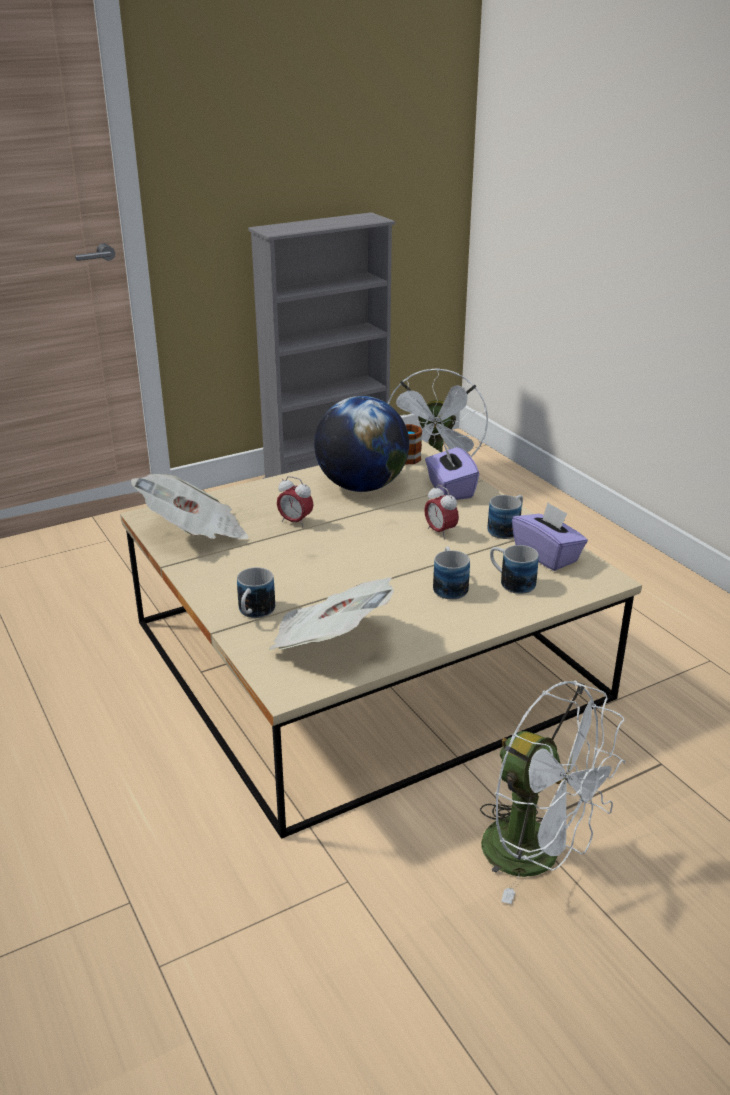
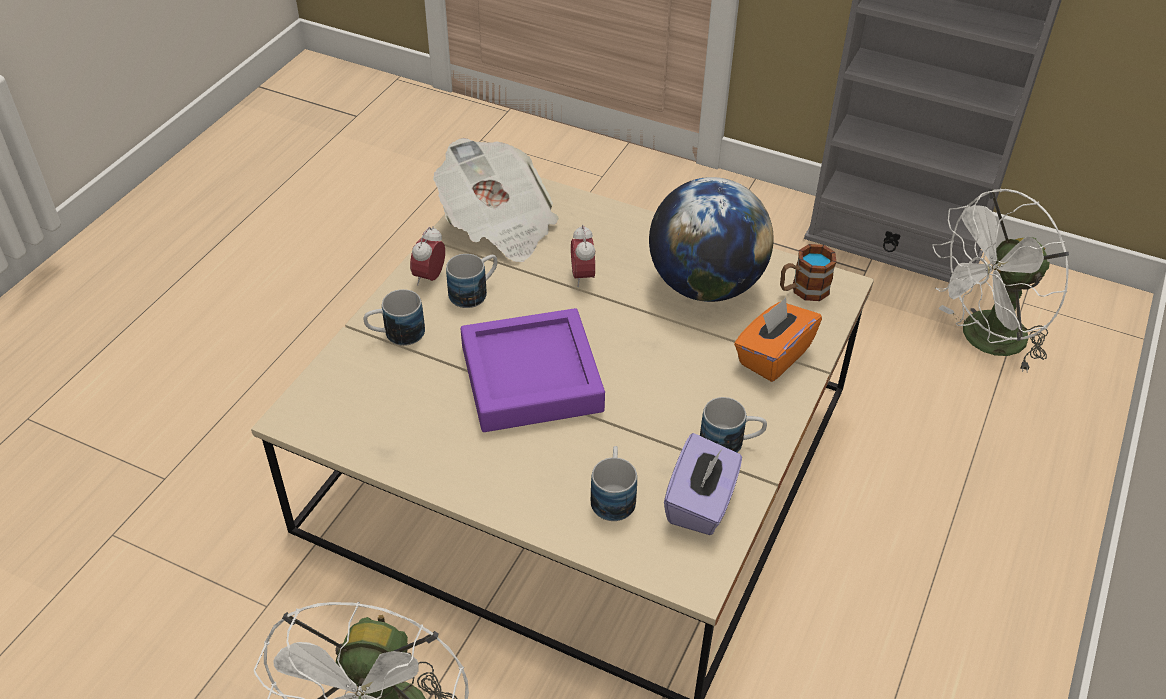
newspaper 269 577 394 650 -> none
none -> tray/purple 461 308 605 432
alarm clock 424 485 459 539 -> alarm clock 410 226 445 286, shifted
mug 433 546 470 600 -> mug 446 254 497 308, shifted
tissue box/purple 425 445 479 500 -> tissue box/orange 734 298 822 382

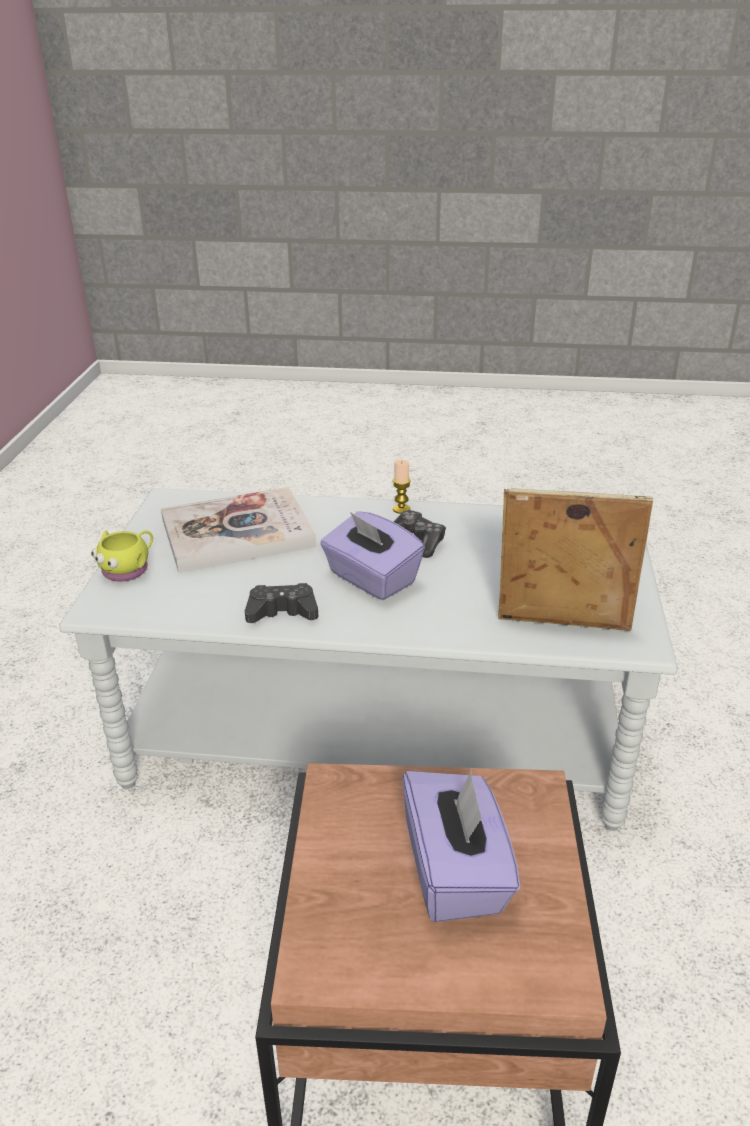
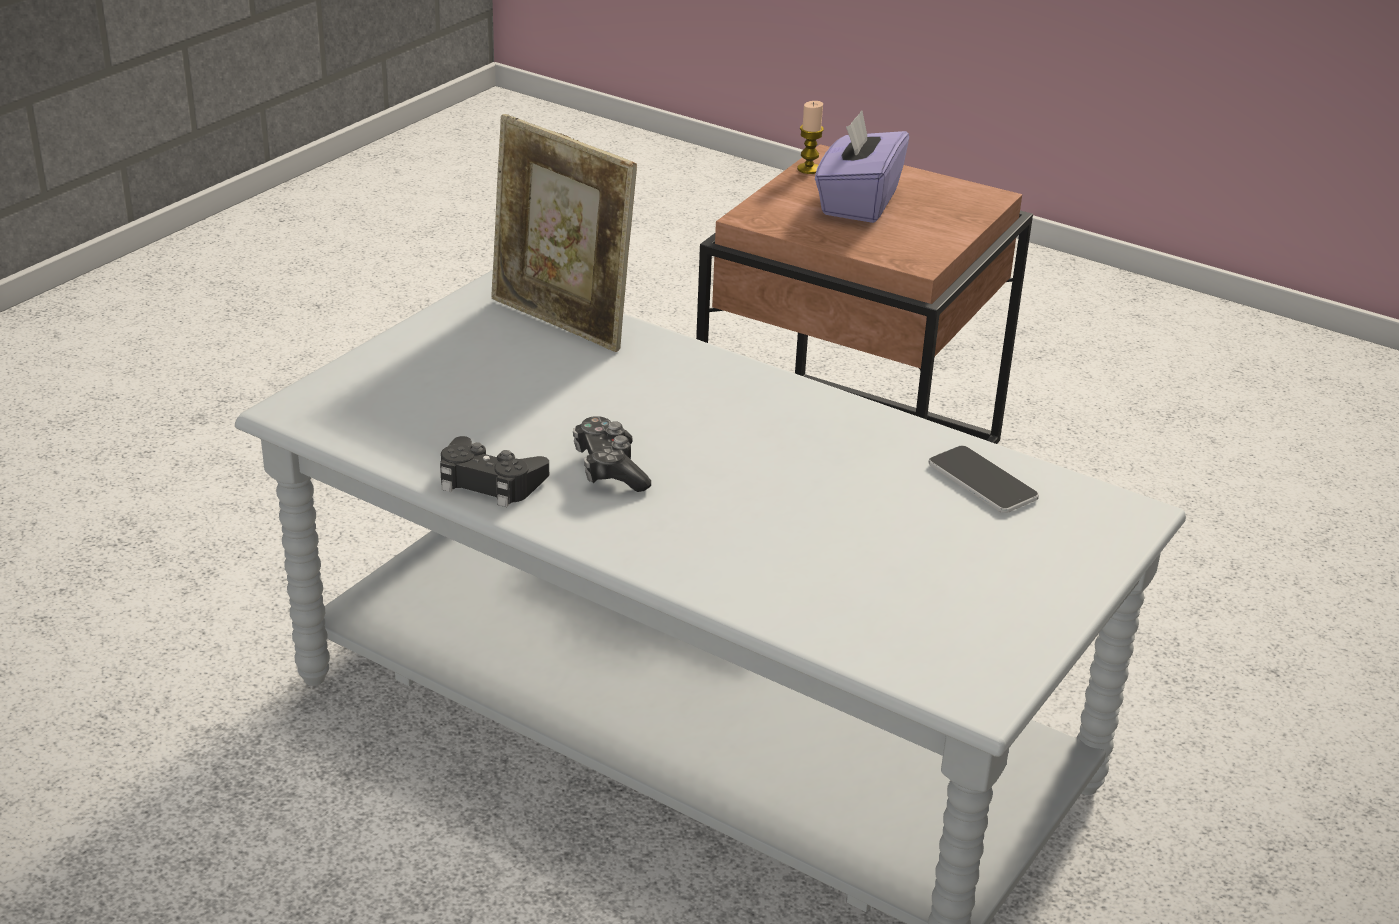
mug/yellow 91 530 153 582 -> none
book 161 487 316 573 -> none
tissue box/purple 320 511 425 600 -> none
none -> phone 929 446 1039 513
game controller/black 245 583 318 623 -> game controller/black 440 436 549 507, shifted
candle 393 460 411 514 -> candle 797 101 824 174, shifted

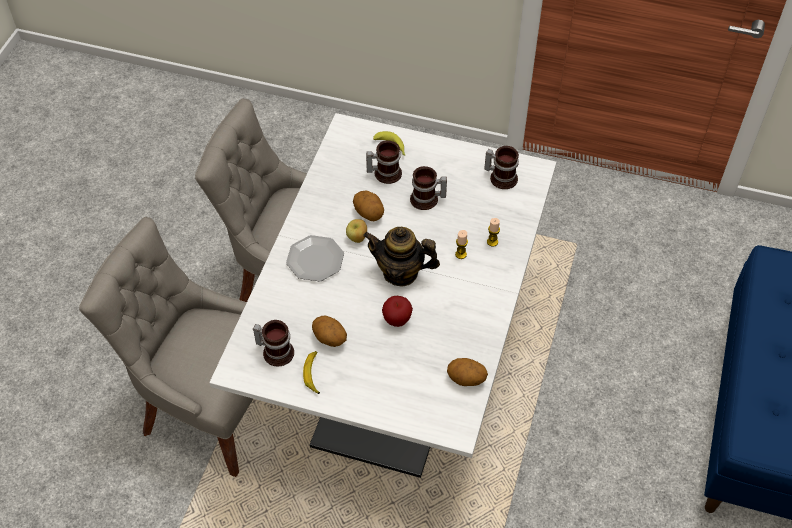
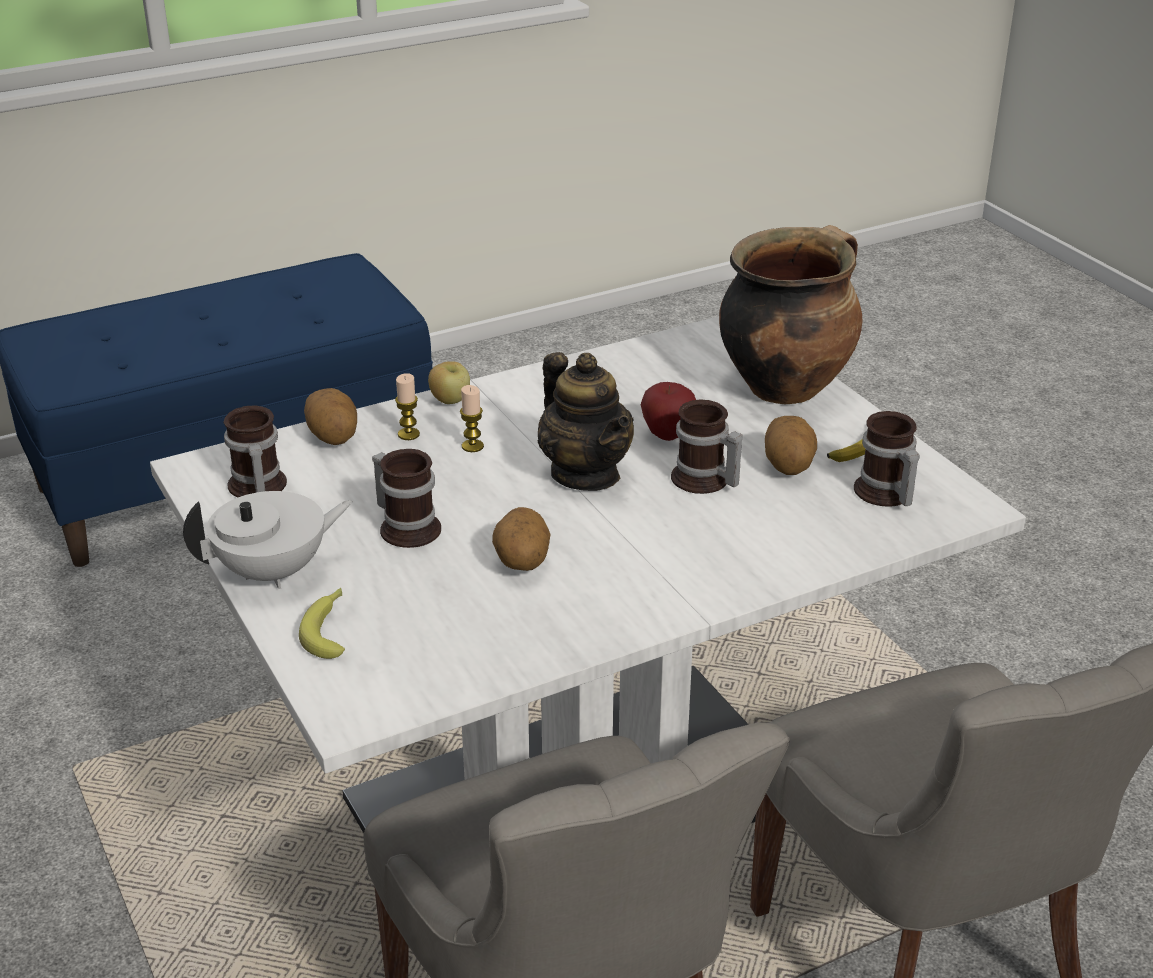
plate 286 235 344 281 -> none
none -> teapot/white 183 491 353 589
none -> cooking pot 719 225 862 404
apple 346 219 367 243 -> apple 428 361 470 404, shifted
mug 366 140 402 184 -> mug 671 400 743 494, shifted
potato 447 358 488 386 -> potato 304 388 357 445, shifted

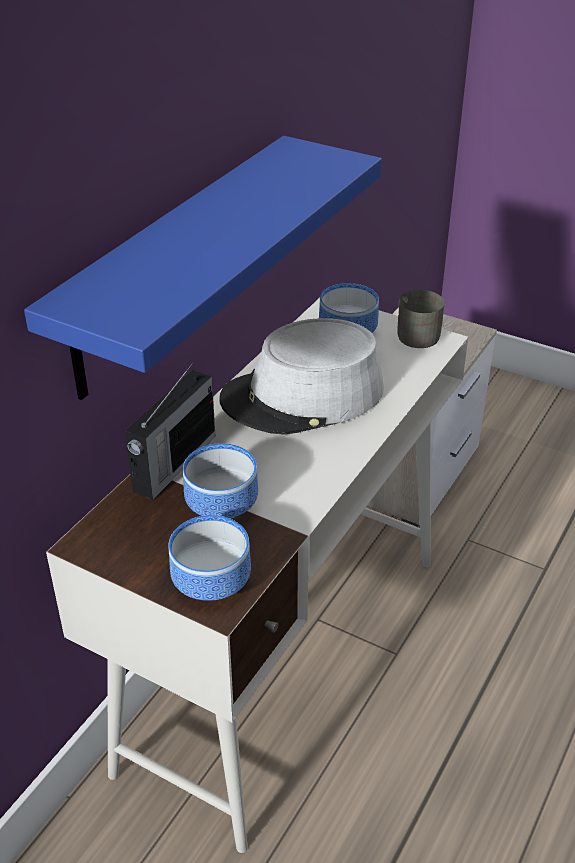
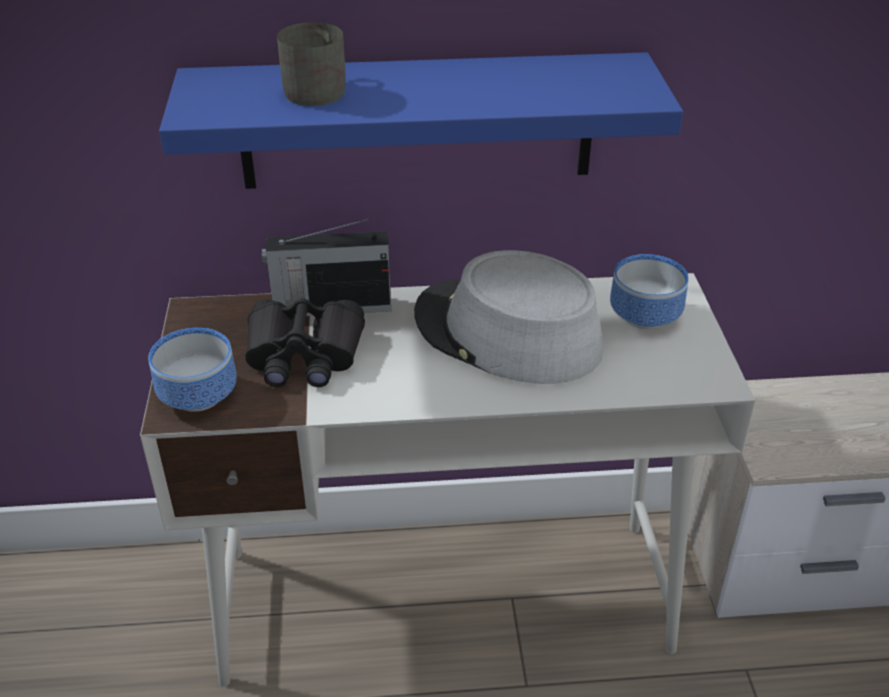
mug/grey 397 290 445 348 -> mug/grey 277 22 346 106, shifted
bowl 183 443 258 519 -> binoculars/black 245 298 365 387

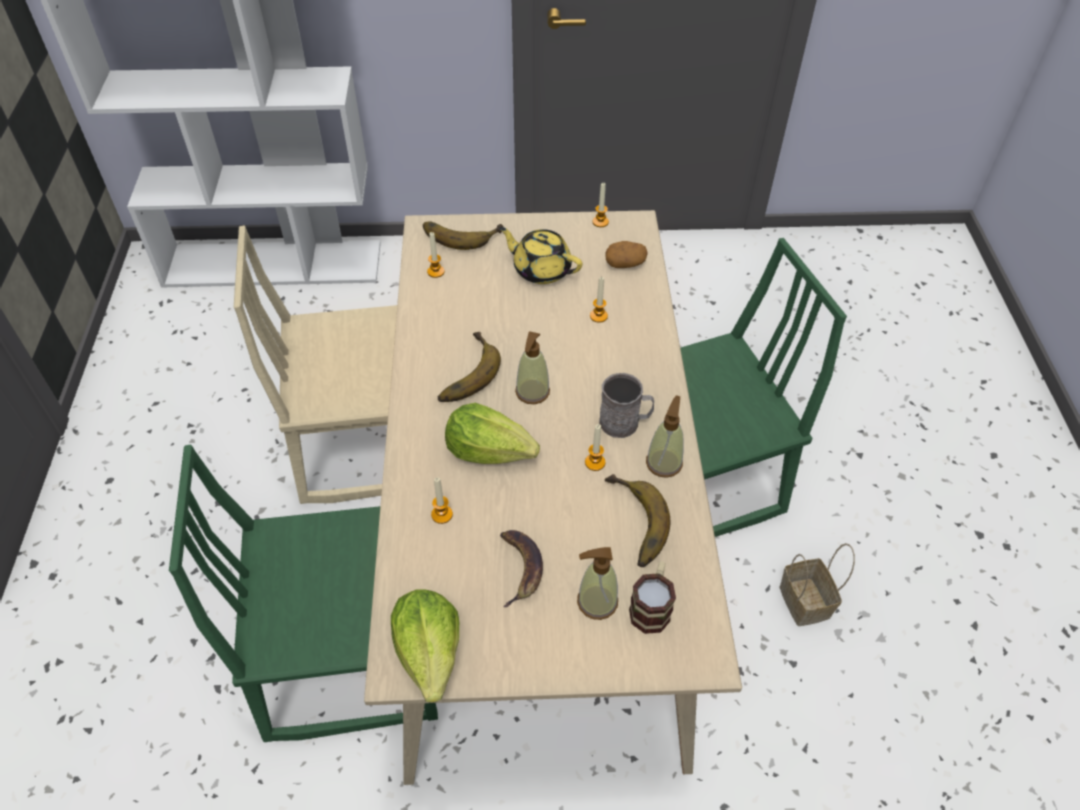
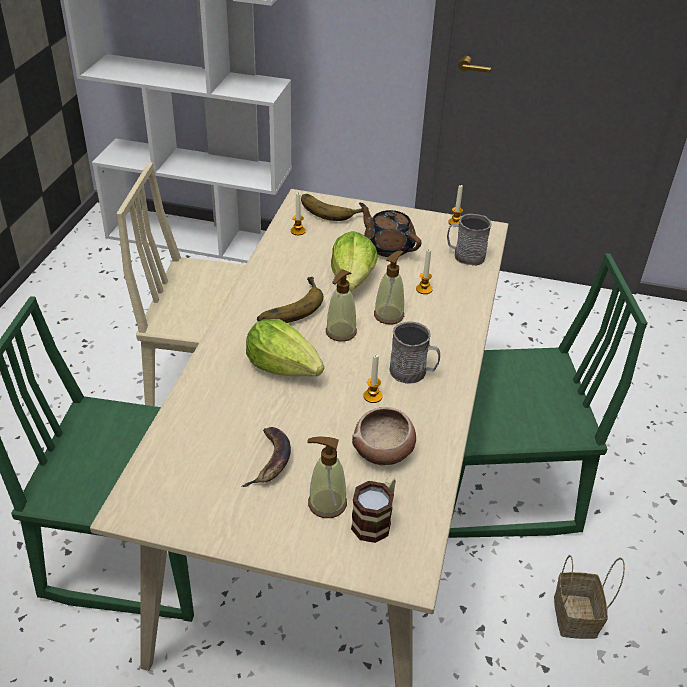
candle 431 477 453 524 -> none
lettuce 391 589 459 702 -> lettuce 331 231 378 291, shifted
soap dispenser 646 395 684 478 -> soap dispenser 374 250 404 324, shifted
potato 605 241 648 268 -> mug/grey 447 214 492 266
banana 605 474 670 567 -> bowl 352 407 416 465
teapot/yellow 499 227 582 284 -> teapot/brown 359 203 421 257

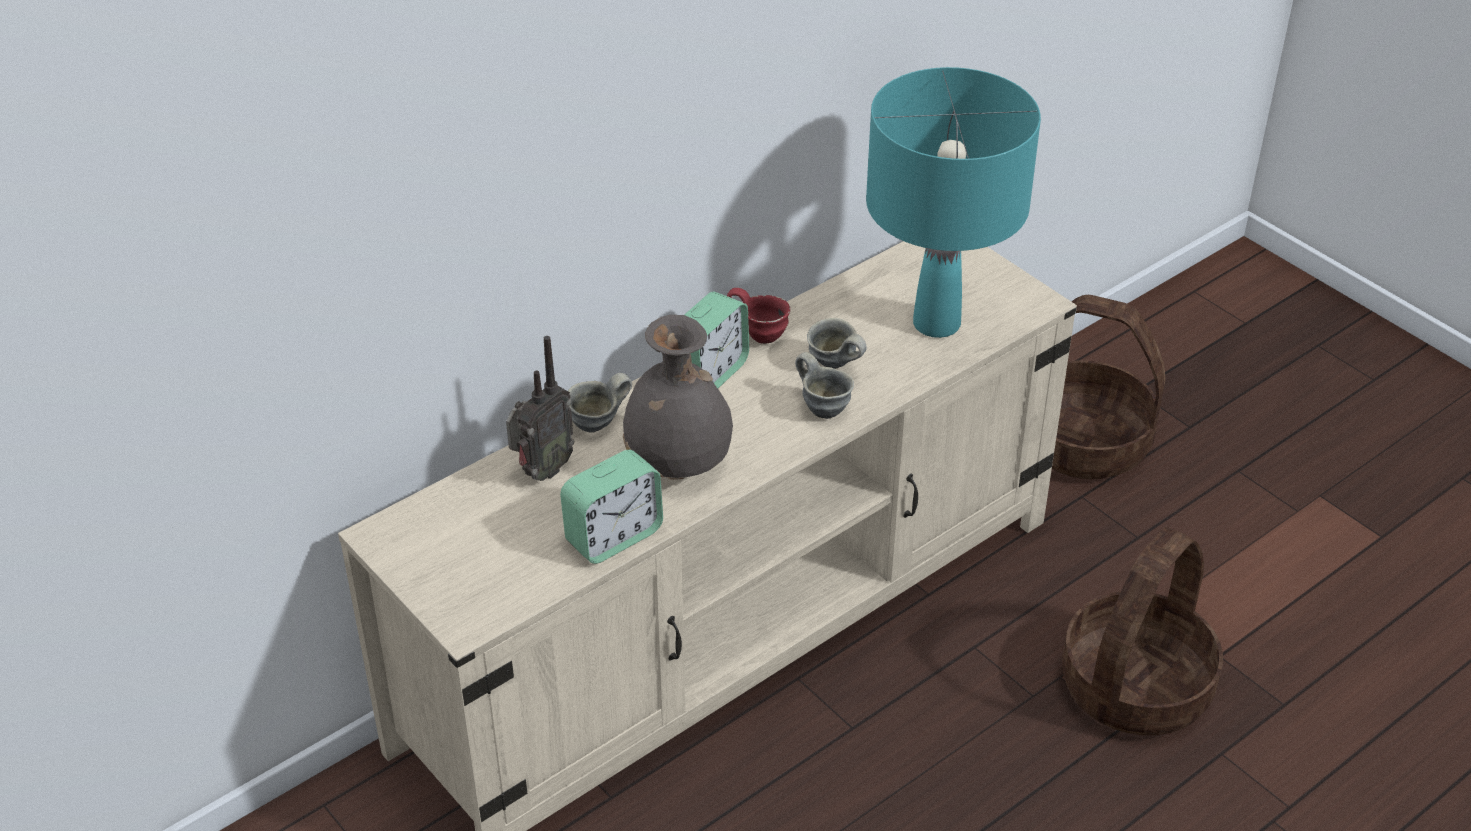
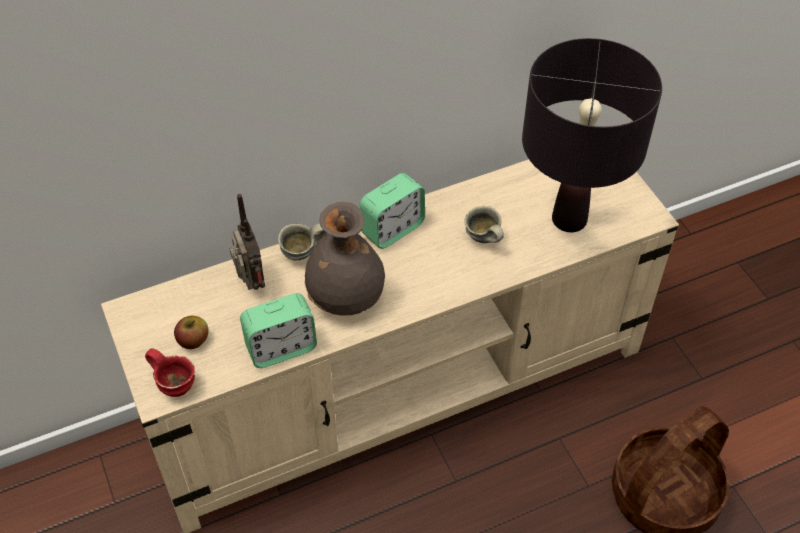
mug/grey 795 352 854 419 -> none
basket 1052 295 1166 479 -> none
none -> apple 174 316 209 349
mug/red 727 288 790 344 -> mug/red 145 348 195 397, shifted
table lamp/turquoise 866 67 1041 338 -> table lamp/black 522 38 662 232
radio 506 336 574 481 -> radio 229 194 265 290, 75 degrees counterclockwise

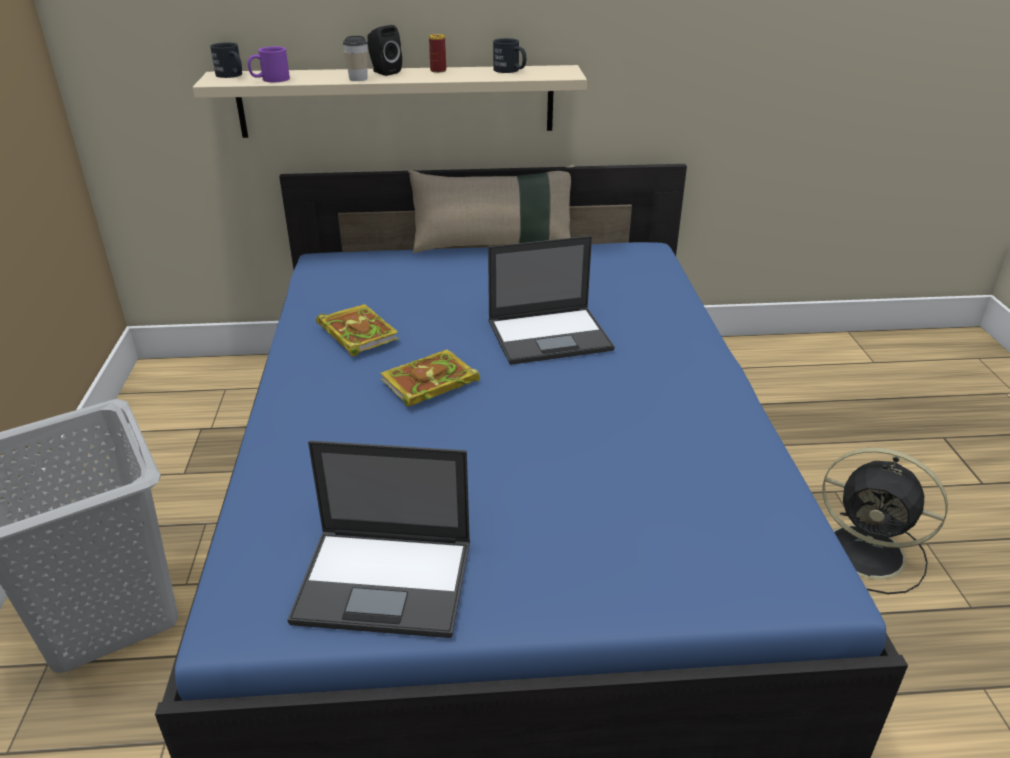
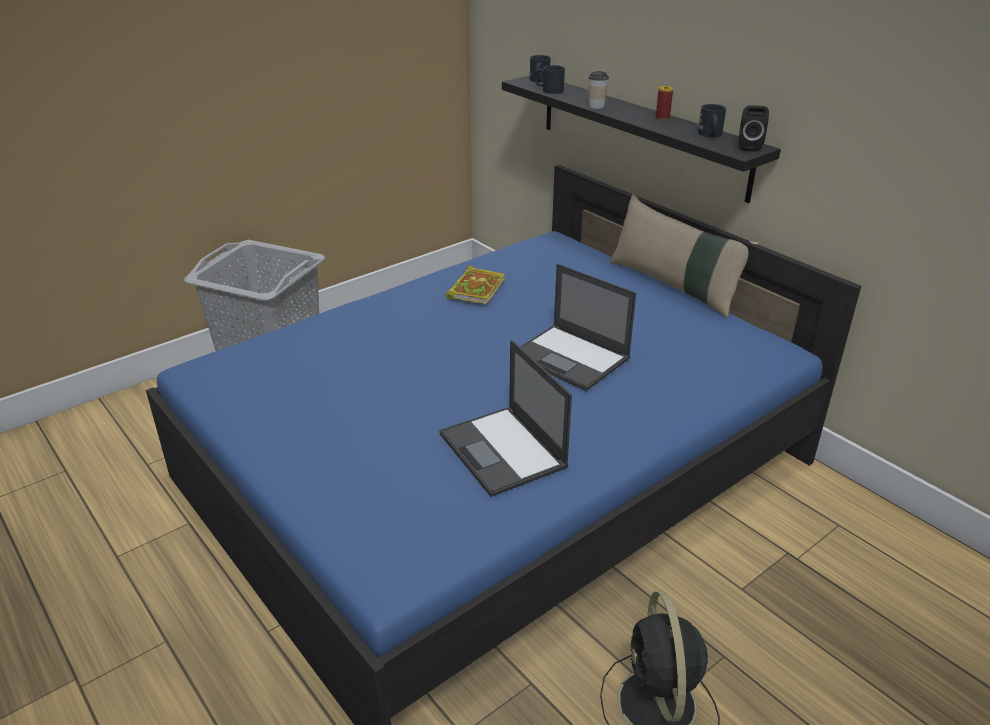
book 381 349 480 407 -> none
laptop 287 441 470 638 -> laptop 439 340 572 497, shifted
speaker/black 367 25 402 76 -> speaker/black 739 105 769 152, shifted
shelf/beige 193 65 587 138 -> shelf/black 502 75 781 203
mug/purple 248 46 290 82 -> mug/black 535 65 565 94

